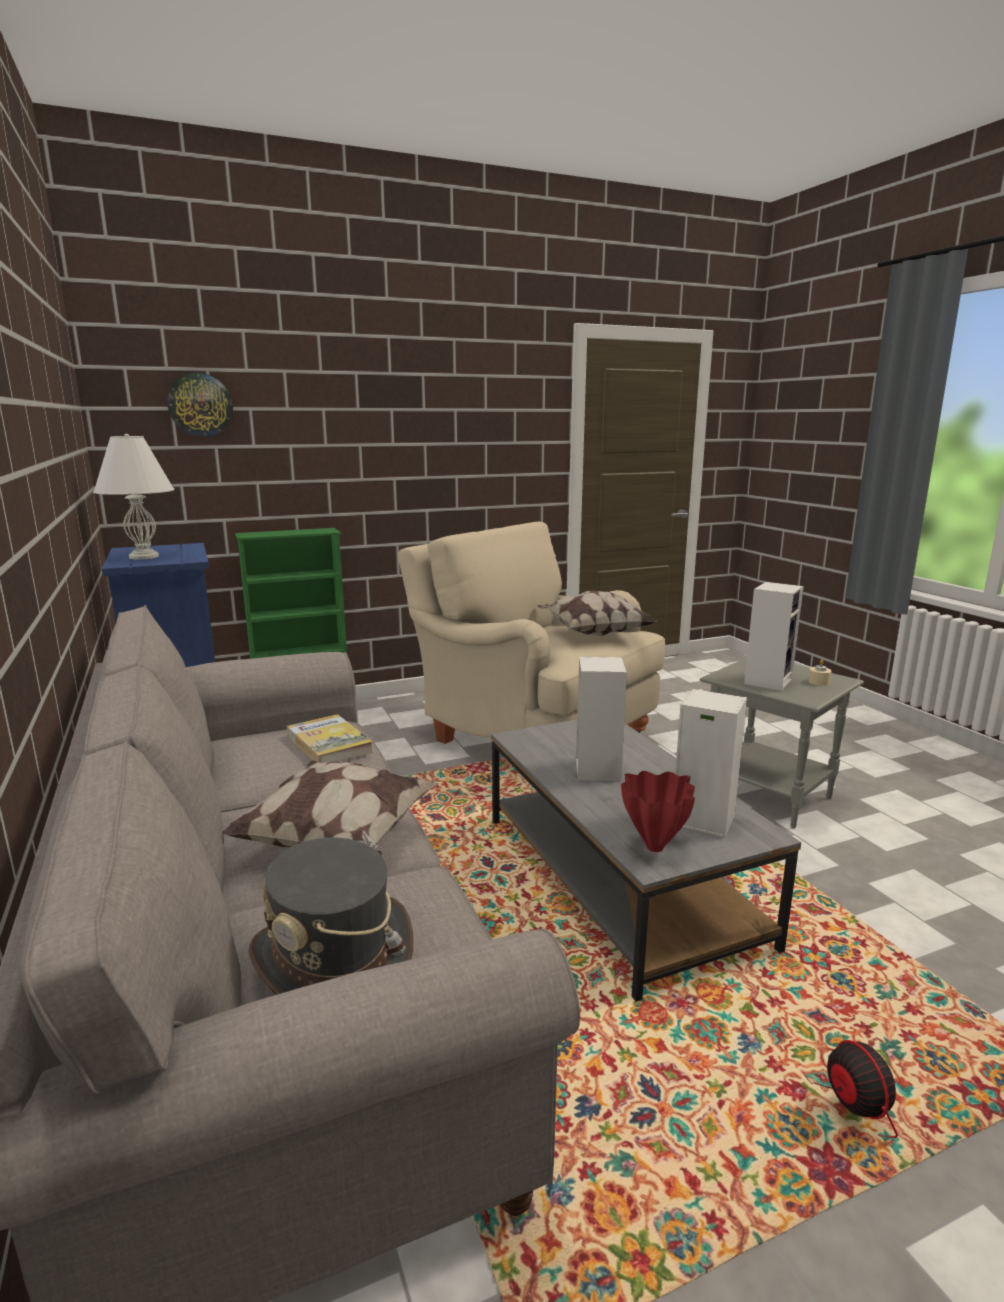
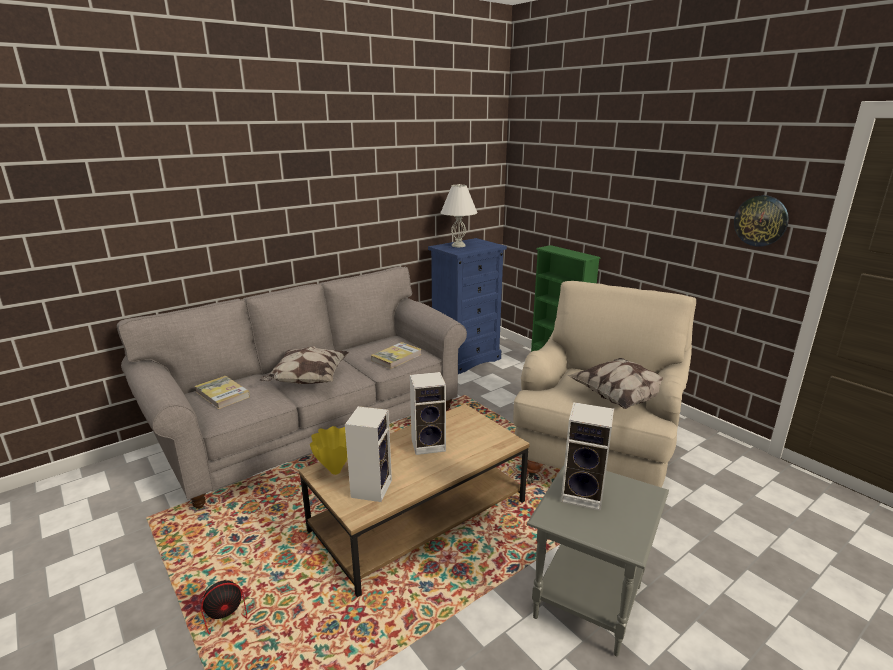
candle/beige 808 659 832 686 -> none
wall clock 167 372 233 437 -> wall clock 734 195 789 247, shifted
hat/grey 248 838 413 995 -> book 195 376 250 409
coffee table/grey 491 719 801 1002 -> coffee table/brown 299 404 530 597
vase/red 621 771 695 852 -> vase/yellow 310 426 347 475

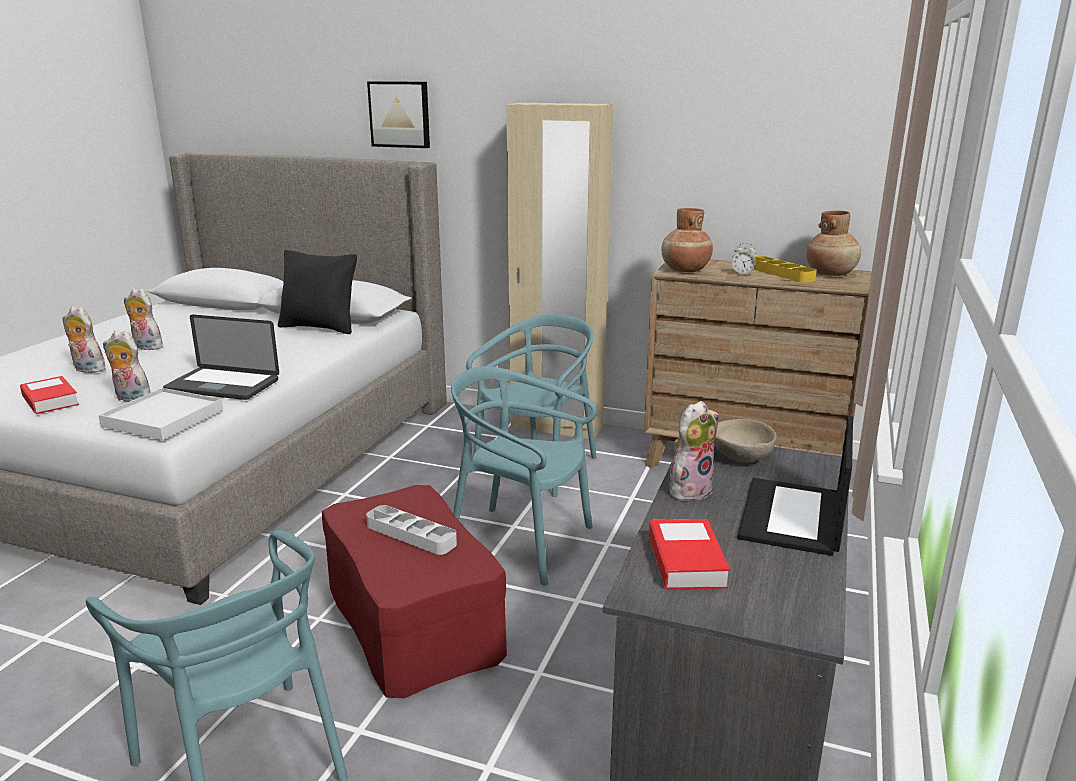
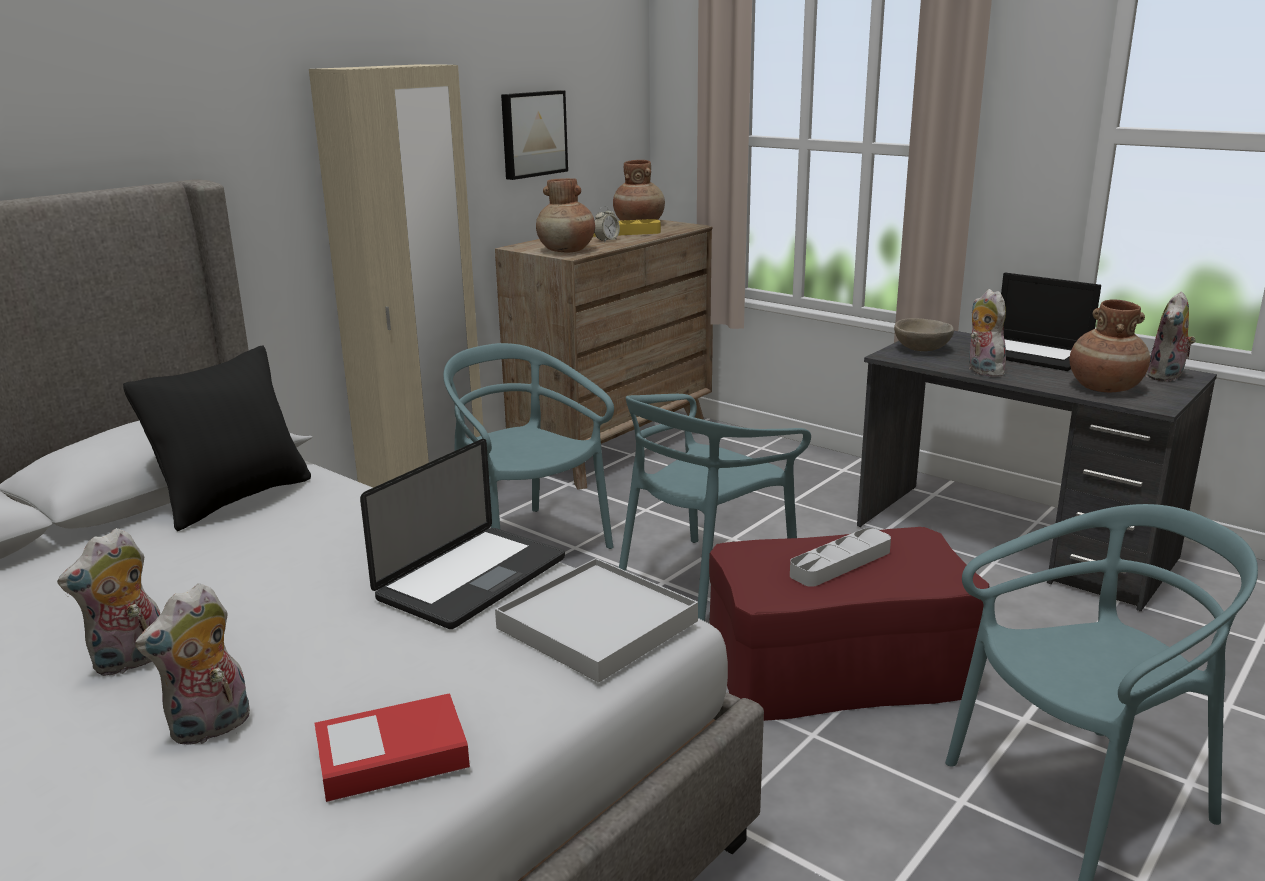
plush toy 103 330 151 402 -> plush toy 1146 292 1196 382, shifted
picture 367 81 430 148 -> picture 501 90 568 180, shifted
book 649 519 730 590 -> vase/brown 1069 300 1150 393

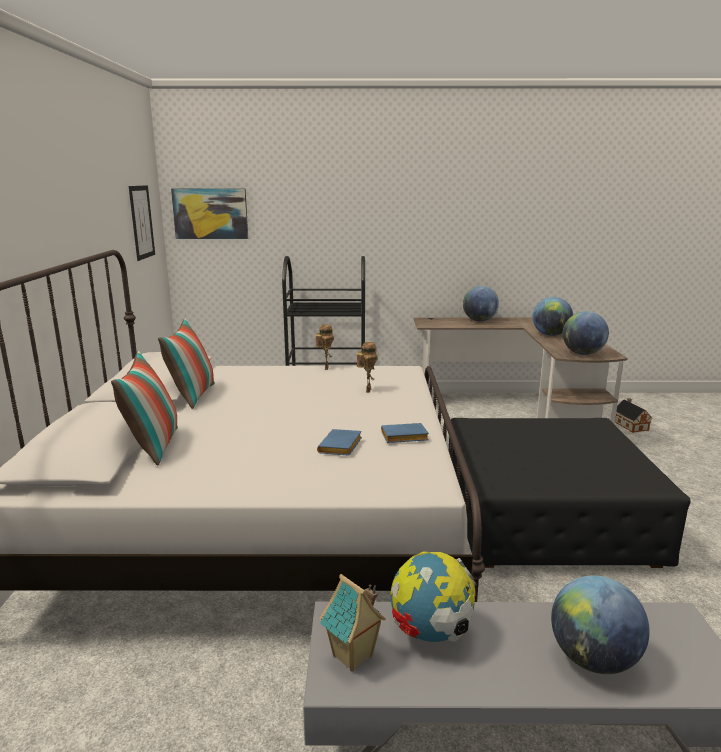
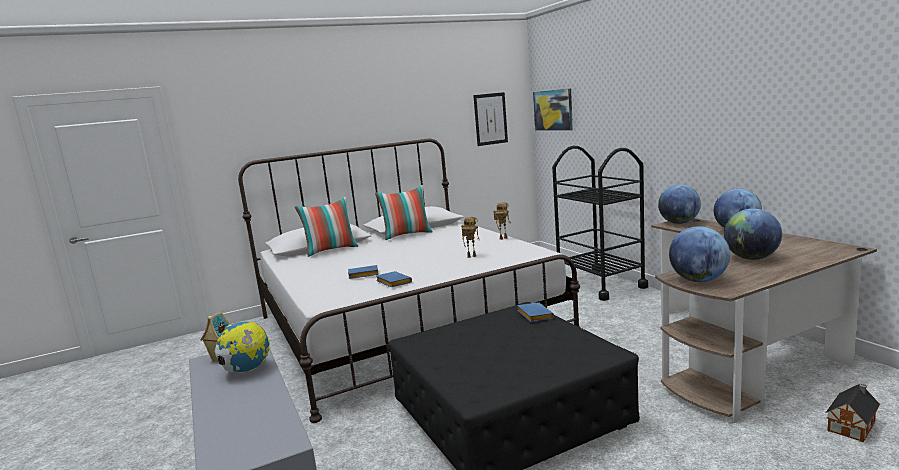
none -> book/blue 517 302 554 322
globe 551 575 650 674 -> globe 658 184 701 224, shifted

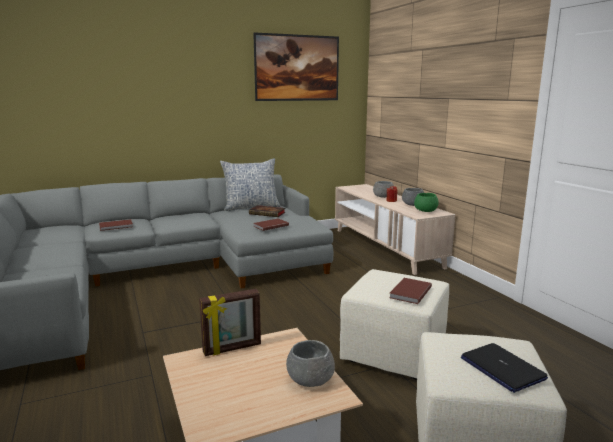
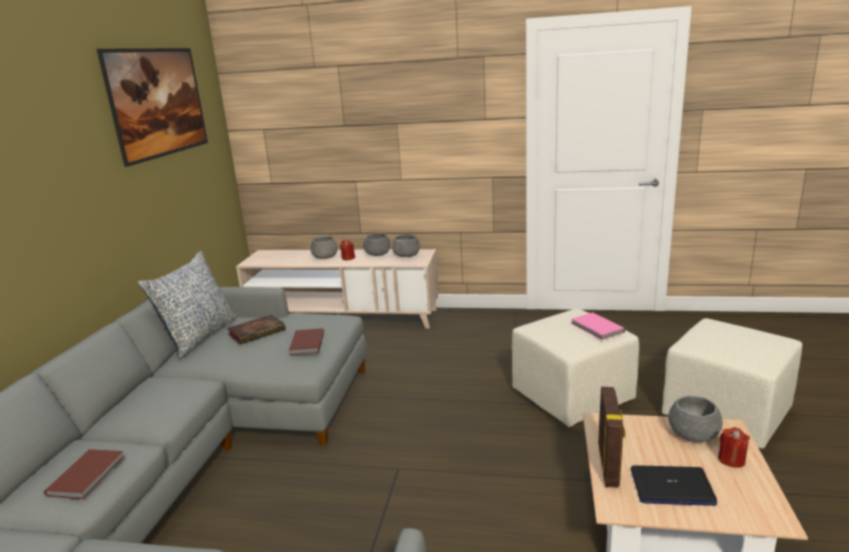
none -> candle/red 718 427 750 468
laptop 461 343 548 393 -> laptop 631 465 717 506, shifted
book/brown 389 278 432 304 -> book/pink 571 312 625 340
bowl/green 414 193 439 212 -> bowl/grey 392 234 420 257

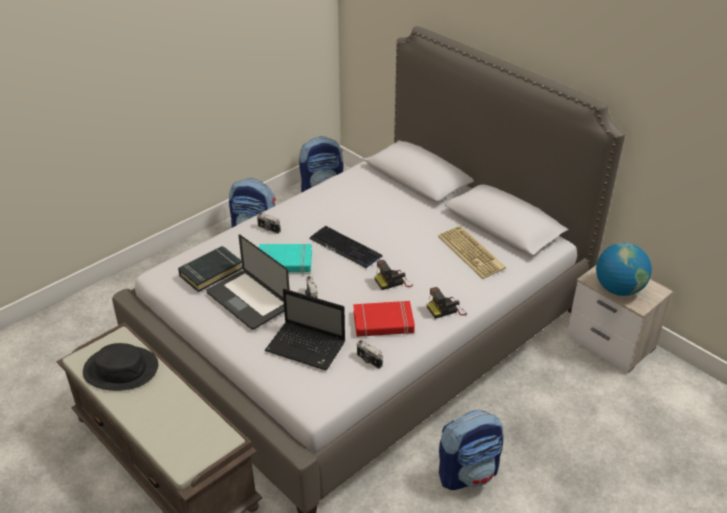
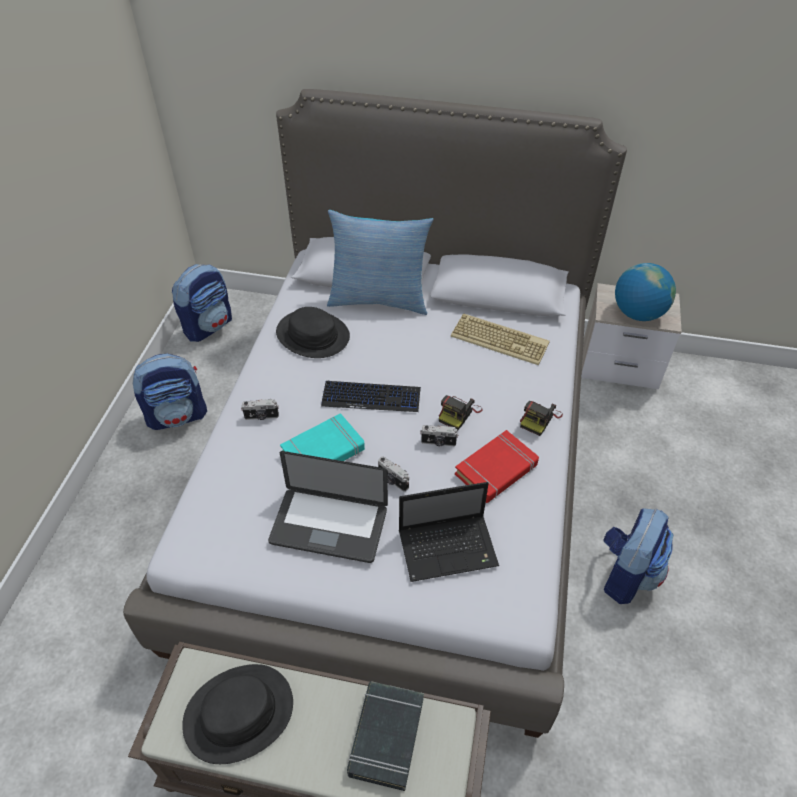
none -> hat/black 276 307 350 358
none -> pillow 327 210 433 315
book/black 178 246 242 292 -> book/black 347 681 424 791, shifted
photo camera 357 340 383 369 -> photo camera 420 425 459 446, shifted

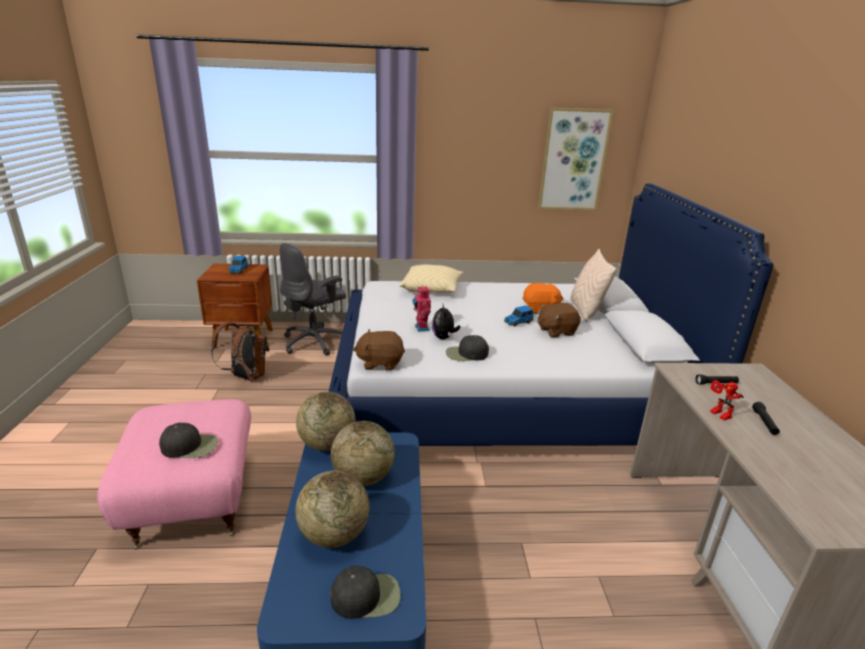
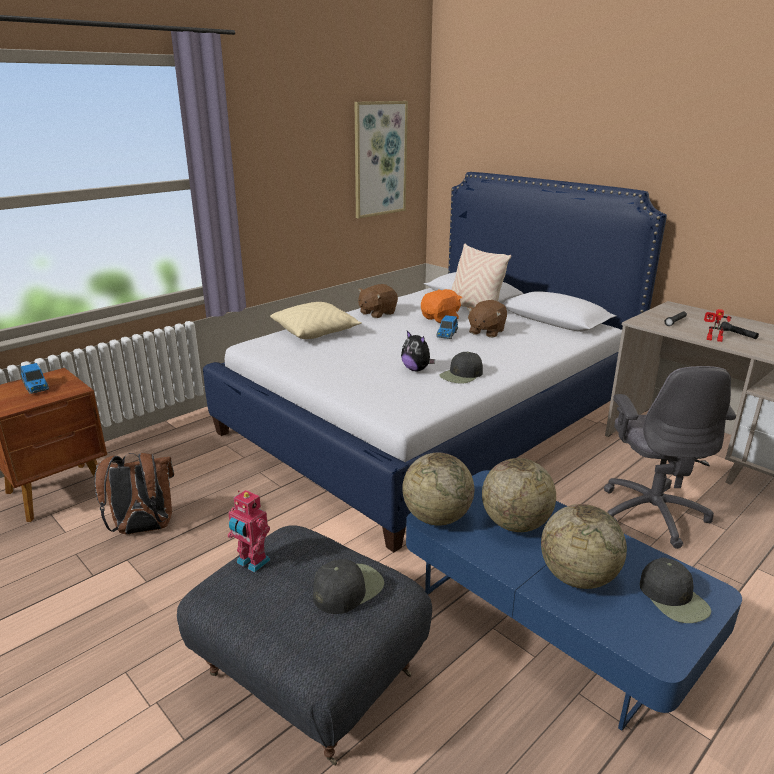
office chair/grey 280 243 346 356 -> office chair/grey 604 366 736 549, shifted
plush toy/brown 353 329 405 371 -> plush toy/brown 358 284 398 318, shifted
toy robot 412 286 431 332 -> toy robot 228 490 270 573, shifted
ottoman/pink 97 399 251 549 -> ottoman/grey 177 525 432 766
cap/black 330 566 401 619 -> cap/black 640 557 711 623, 120 degrees clockwise

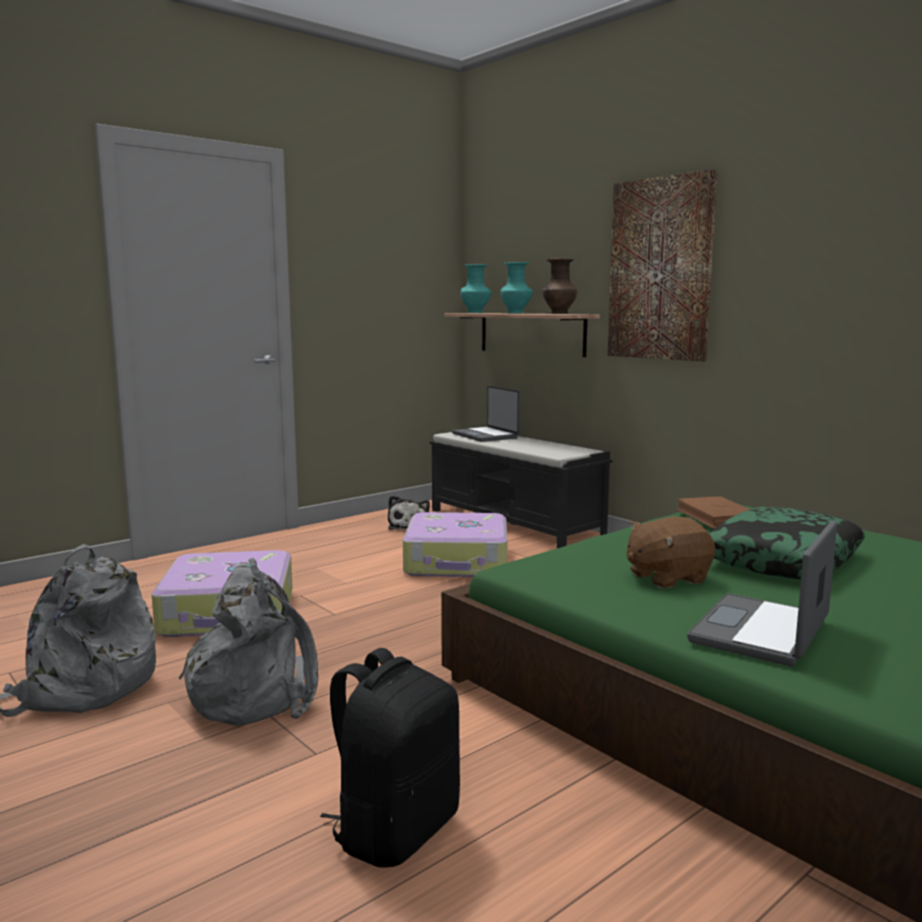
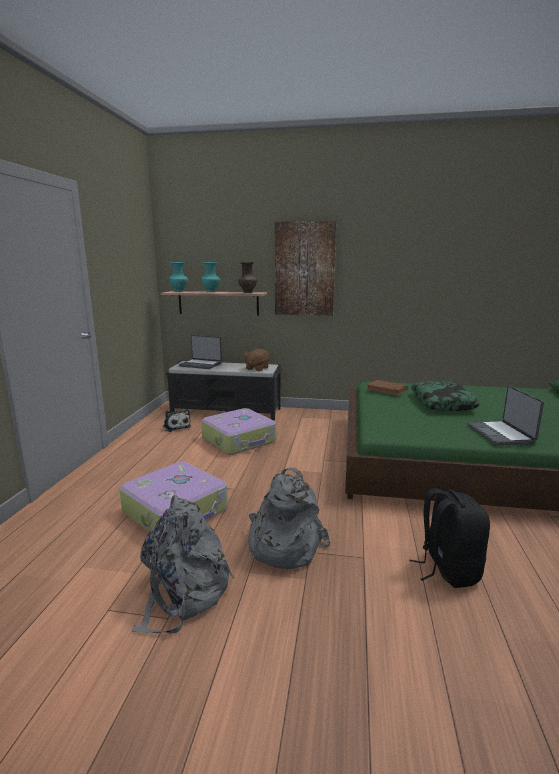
plush toy/brown 627 517 715 588 -> plush toy/brown 244 349 270 371, shifted

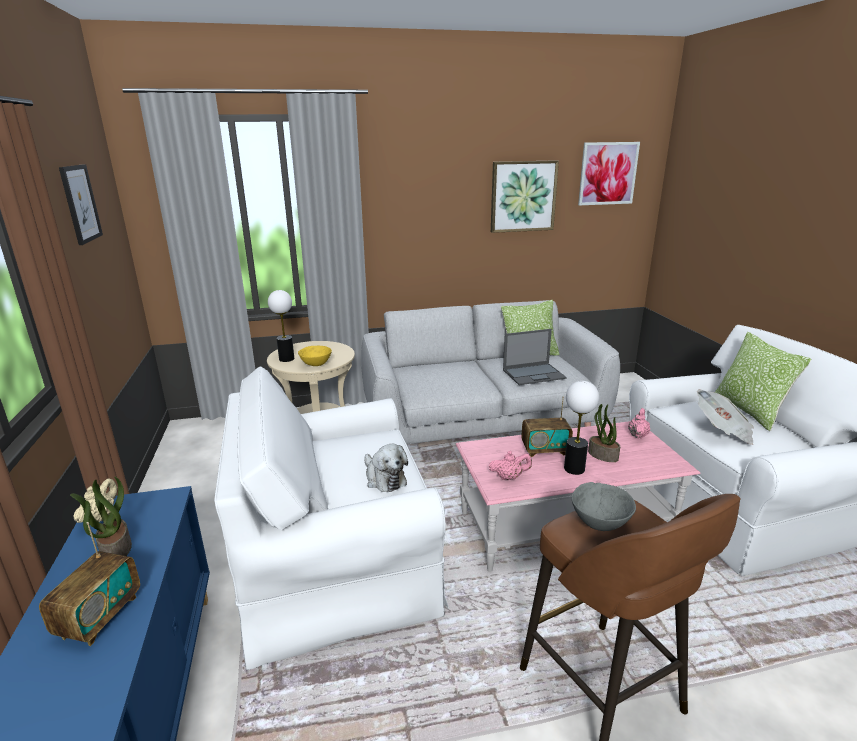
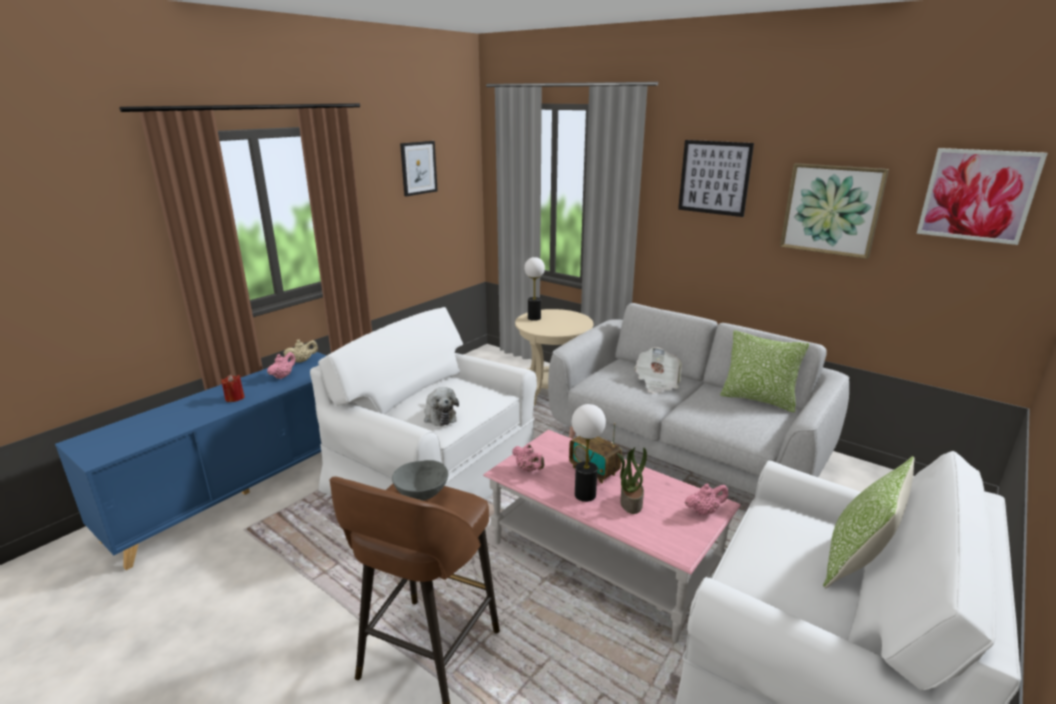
bowl/yellow 298 346 332 366 -> none
laptop 503 329 567 385 -> none
none -> picture 678 140 754 217
newspaper 697 389 754 445 -> newspaper 634 347 682 393, shifted
radio 39 522 140 646 -> candle/red 221 374 245 402
potted plant 70 476 132 556 -> teapot/pink 267 352 296 379
plush toy 364 444 408 492 -> plush toy 424 387 459 426, 45 degrees counterclockwise

